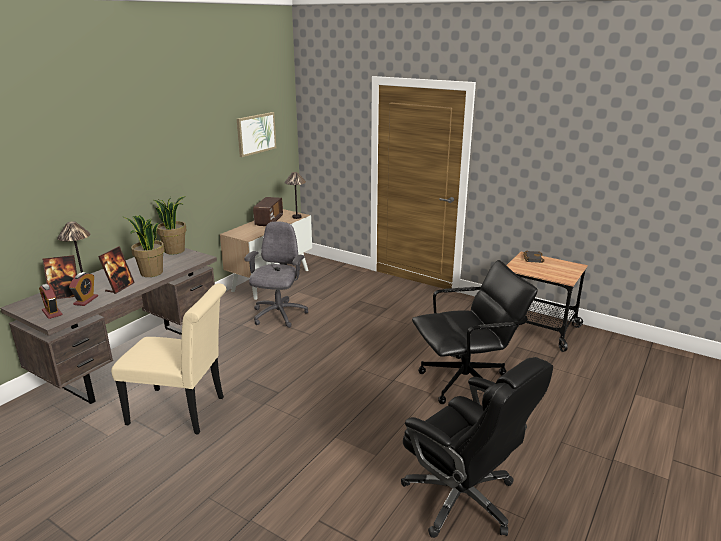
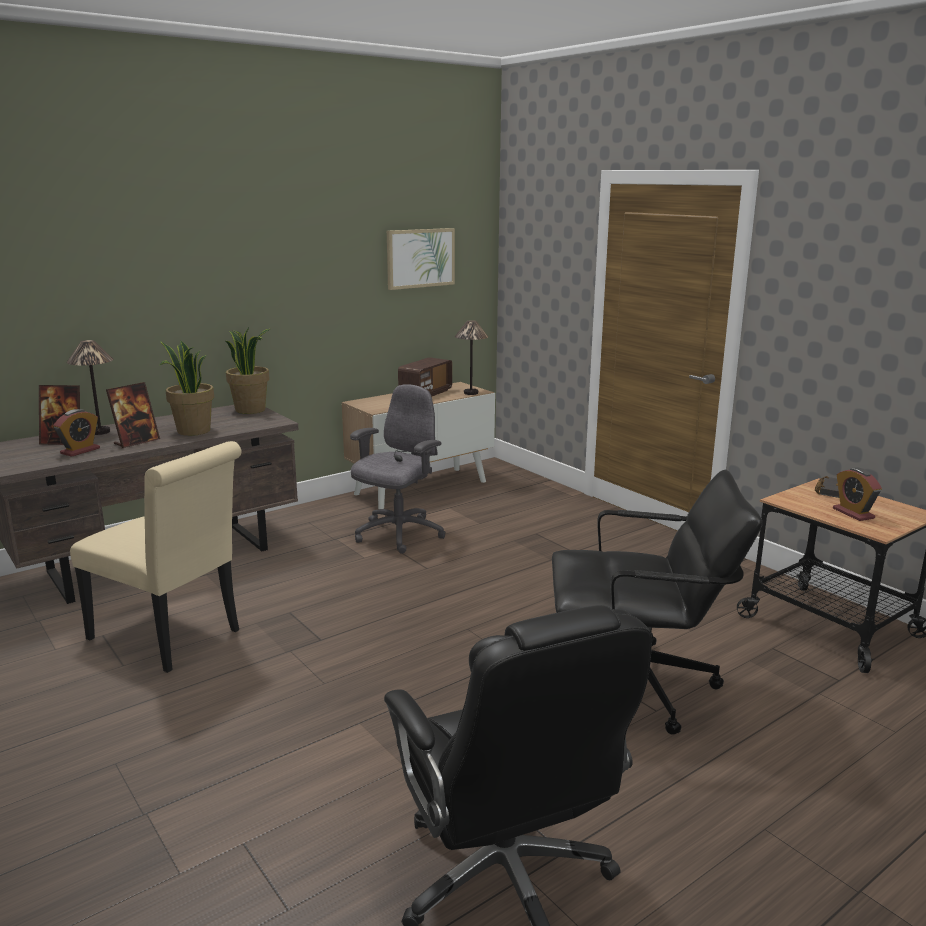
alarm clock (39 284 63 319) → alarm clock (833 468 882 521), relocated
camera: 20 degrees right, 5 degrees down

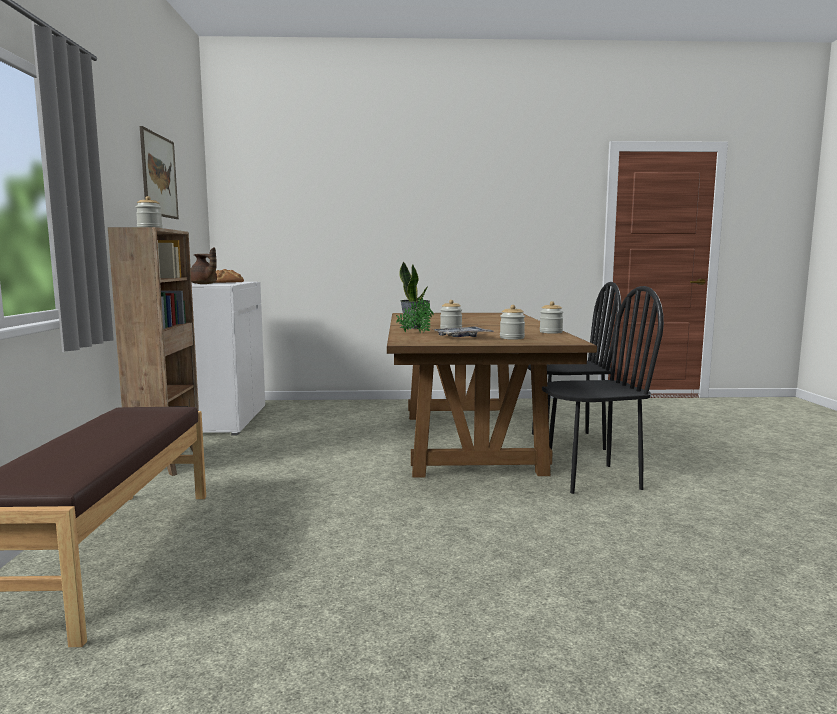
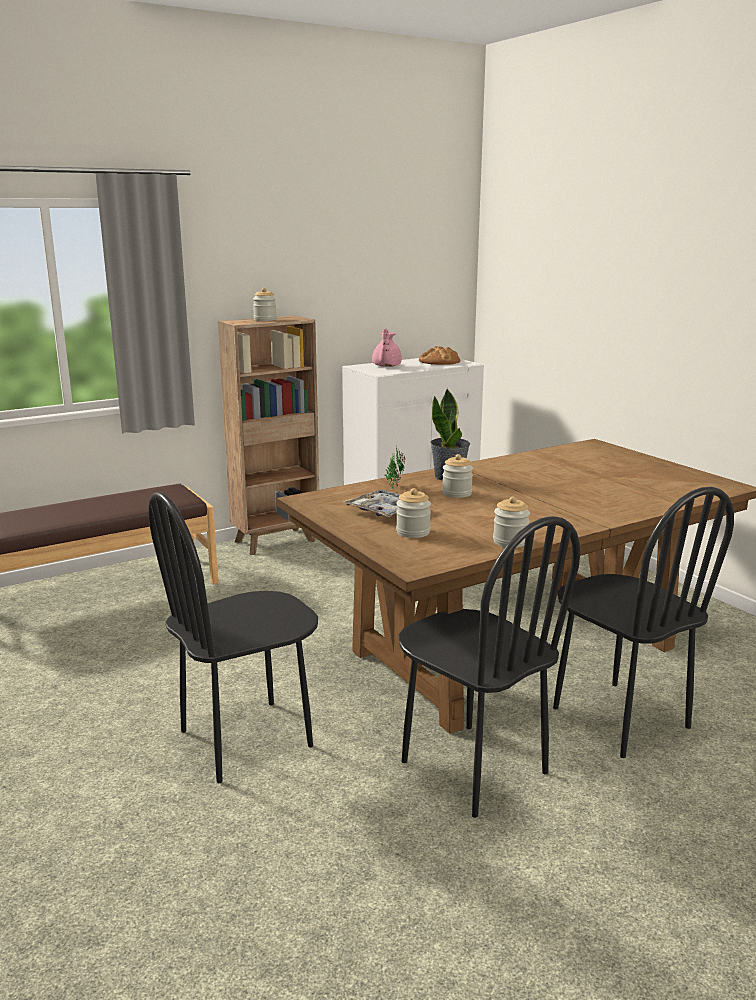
picture (140 126 179 219) → -
teapot/brown (191 247 217 284) → teapot/pink (372 329 402 367)
- → chair/black (148 492 318 783)
camera: 60 degrees right, 10 degrees up

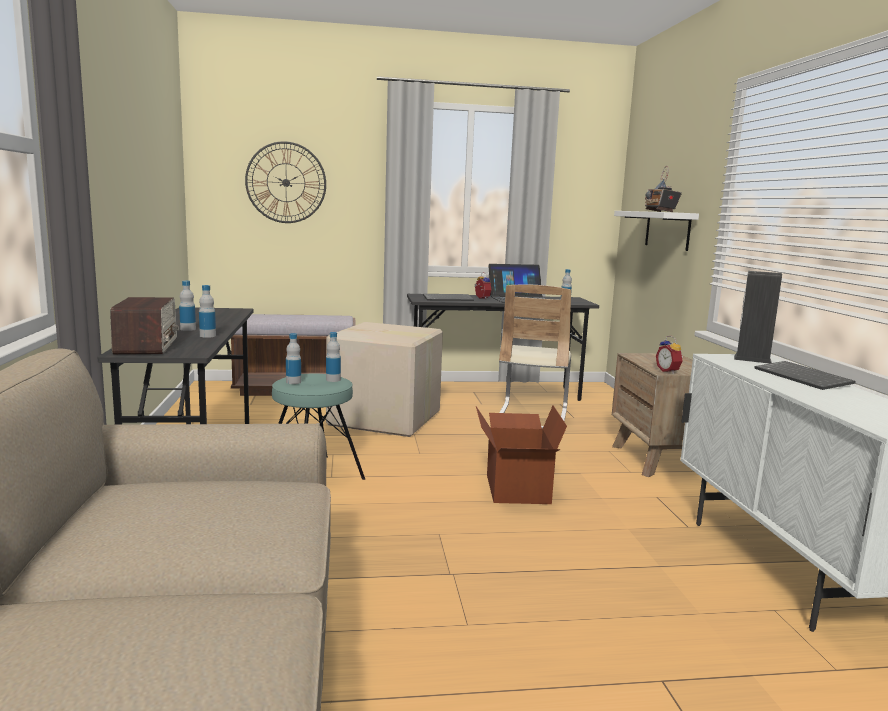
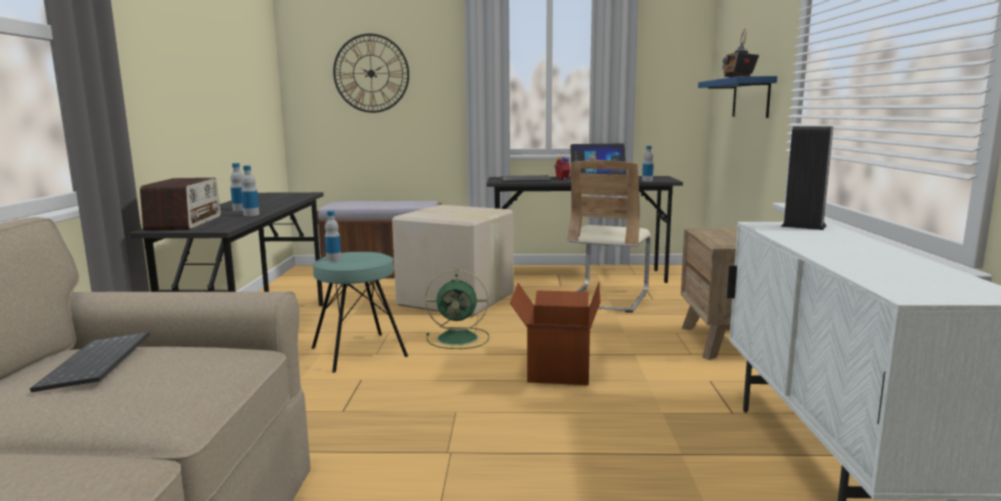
bottle (326 332 341 382) → -
shelf/white (614 211 699 251) → shelf/blue (698 76 777 118)
alarm clock (656 336 683 374) → -
keyboard (754 361 855 390) → keyboard (30 332 150 392), relocated
- → fan/green (425 270 489 349)
camera: 10 degrees right, 0 degrees up

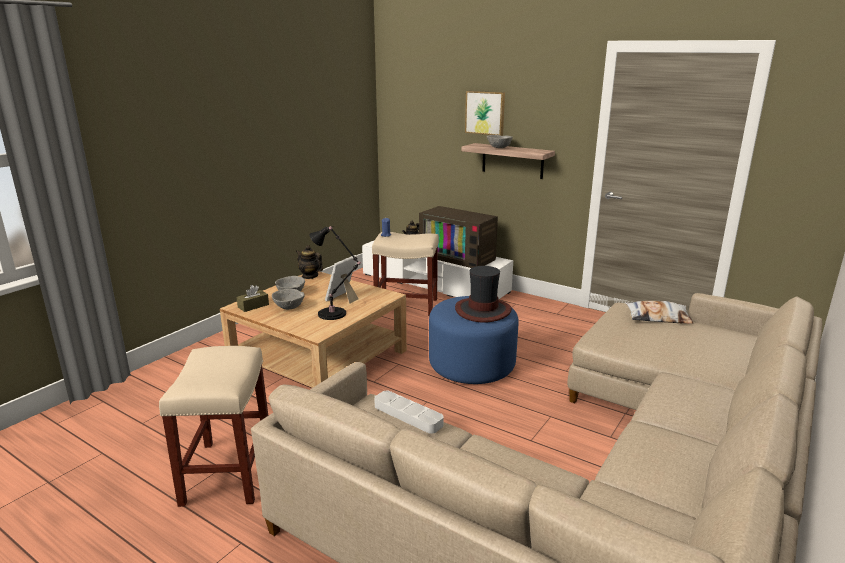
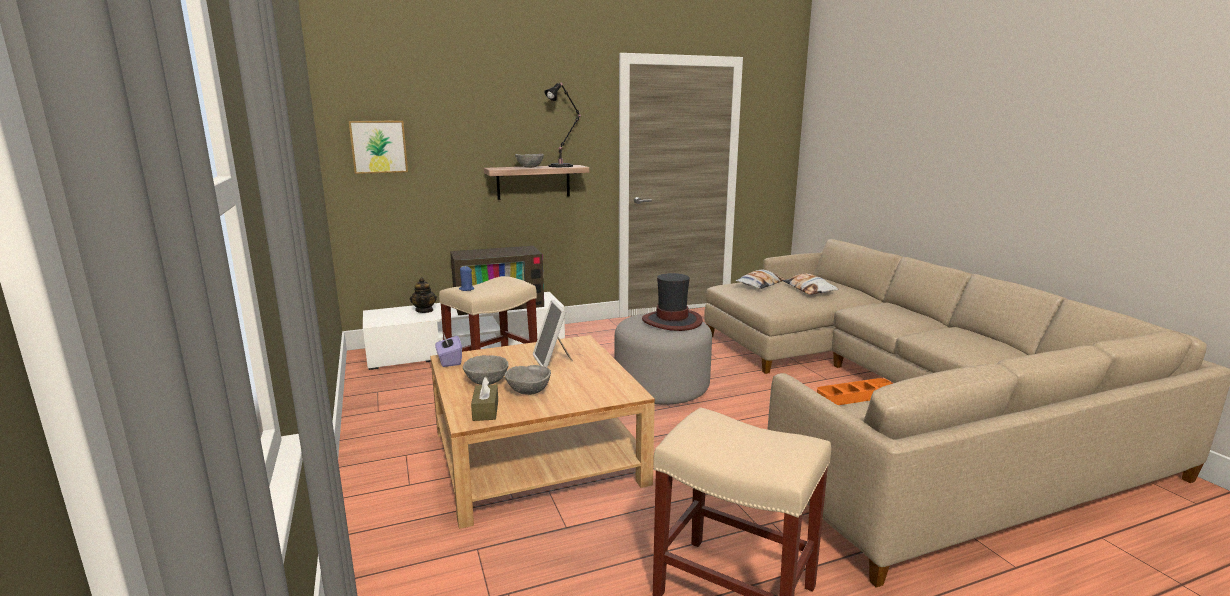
teapot (296 245 323 279) → tissue box/purple (435 332 462 367)
table lamp/black (310 226 362 320) → table lamp/black (544 83 581 167), relocated
tray/grey (374 391 444 434) → tray/orange (817 378 893 405)
ottoman/blue (429 296 519 384) → ottoman/grey (615 313 712 405)
picture (465 91 505 136) → picture (349 121 408 174), relocated
- → pillow (782 273 839 295)
camera: 55 degrees left, 5 degrees down

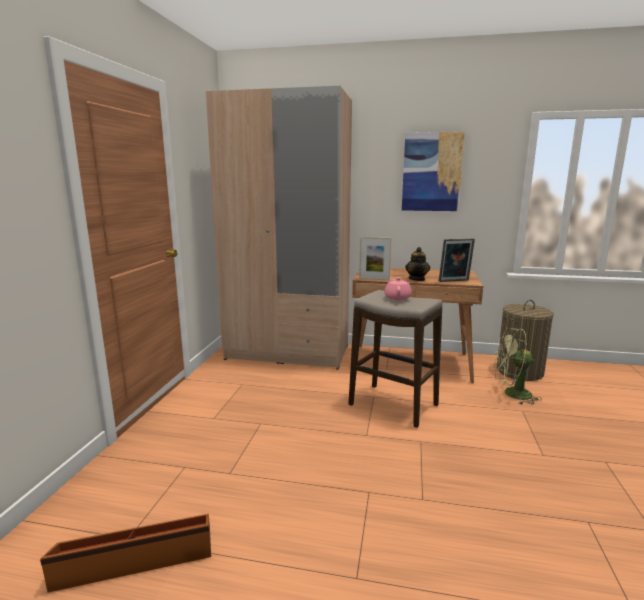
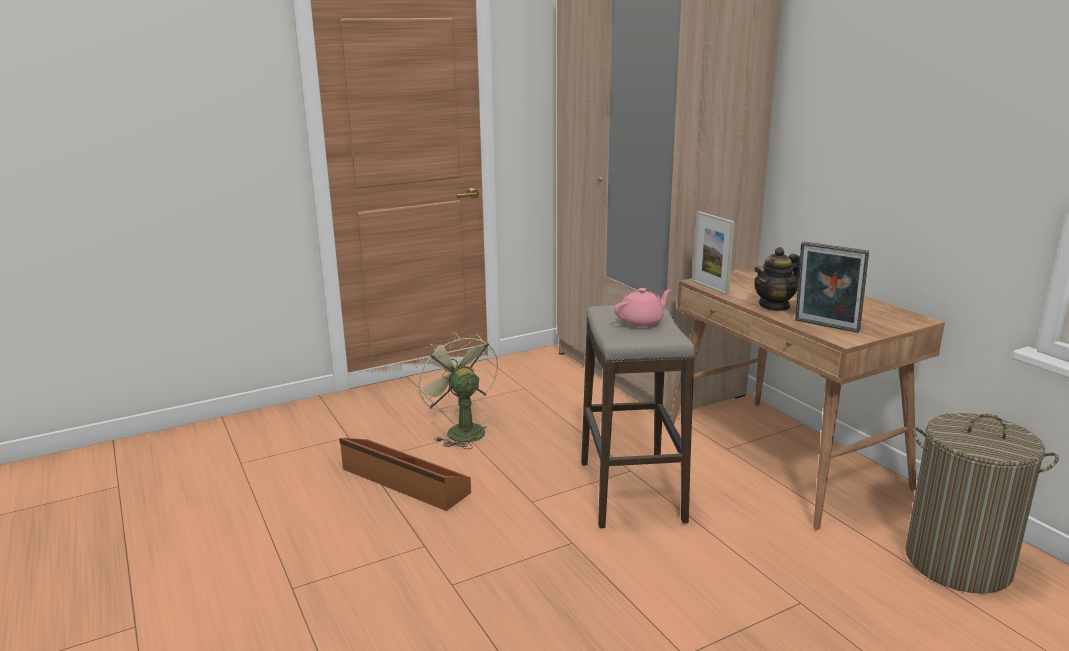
storage box/brown (40 514 211 593) → storage box/brown (339 438 471 511), relocated
picture (402 132 465 211) → -
fan/green (494 328 542 405) → fan/green (416 332 498 449), relocated
camera: 50 degrees right, 5 degrees up

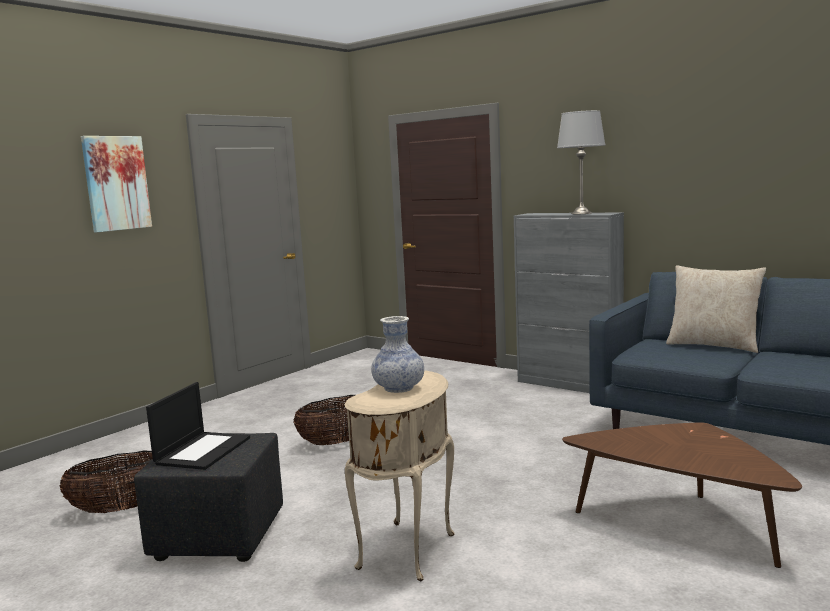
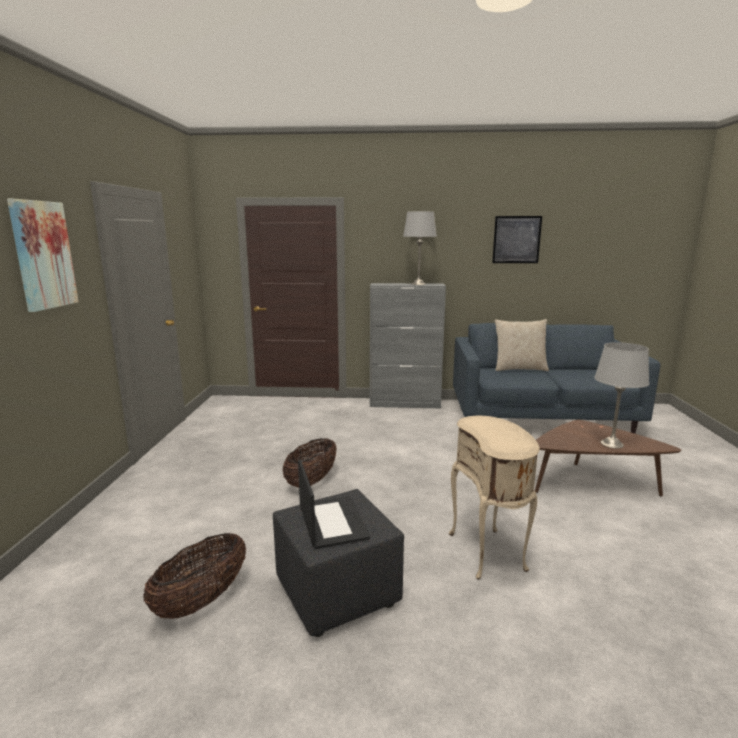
vase (371 316 424 393) → -
- → picture (492 216 542 263)
- → table lamp/grey (594 342 649 449)
camera: 35 degrees left, 5 degrees up

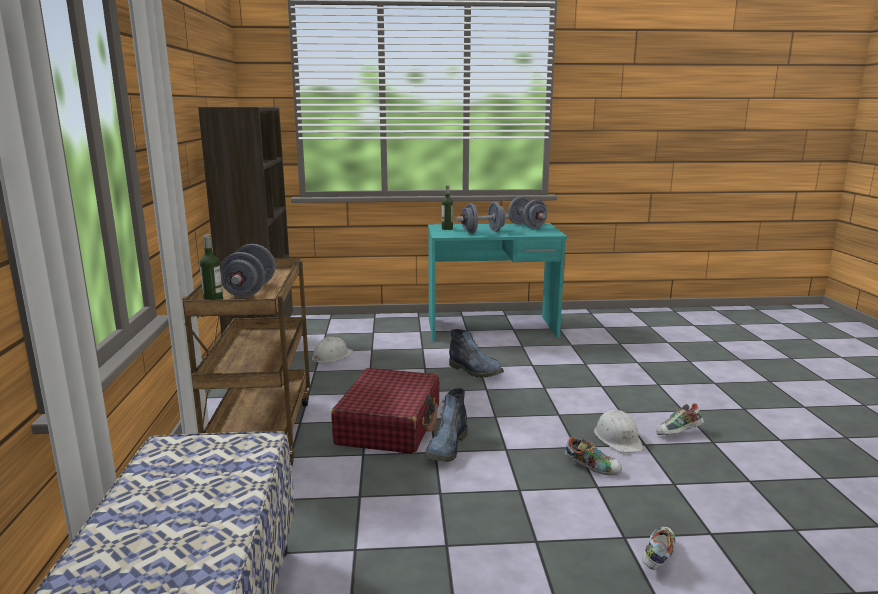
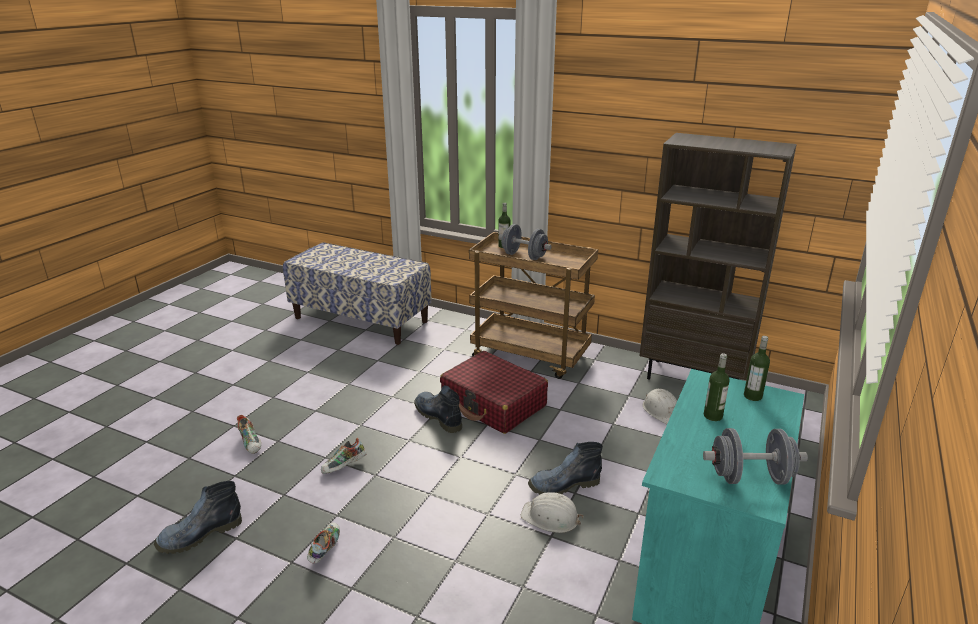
dumbbell/grey (457 202 509 233) → bottle (704 353 730 421)
hard hat/white (594 410 644 453) → hard hat/white (521 492 583 533), relocated
- → boot (154 481 242 554)
camera: 120 degrees right, 10 degrees up

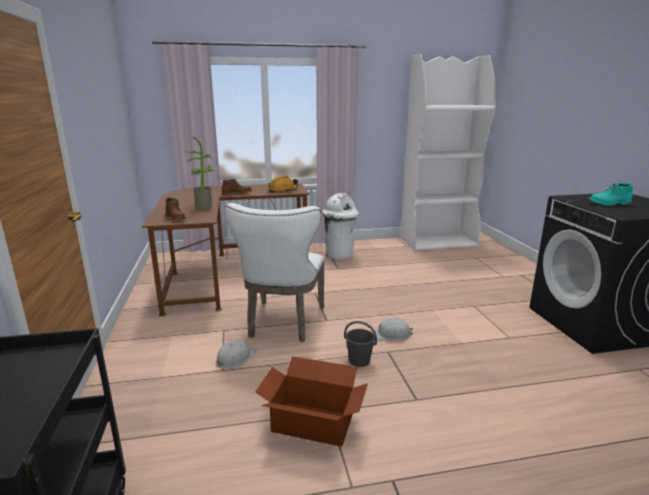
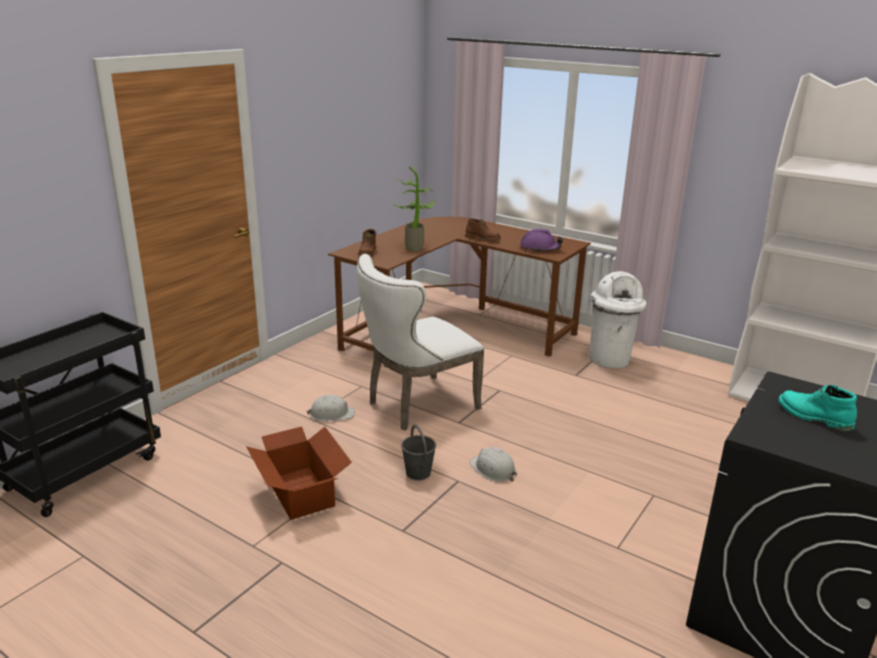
hard hat/orange (269 176 298 193) → hard hat/purple (520 229 563 252)
camera: 45 degrees right, 5 degrees up

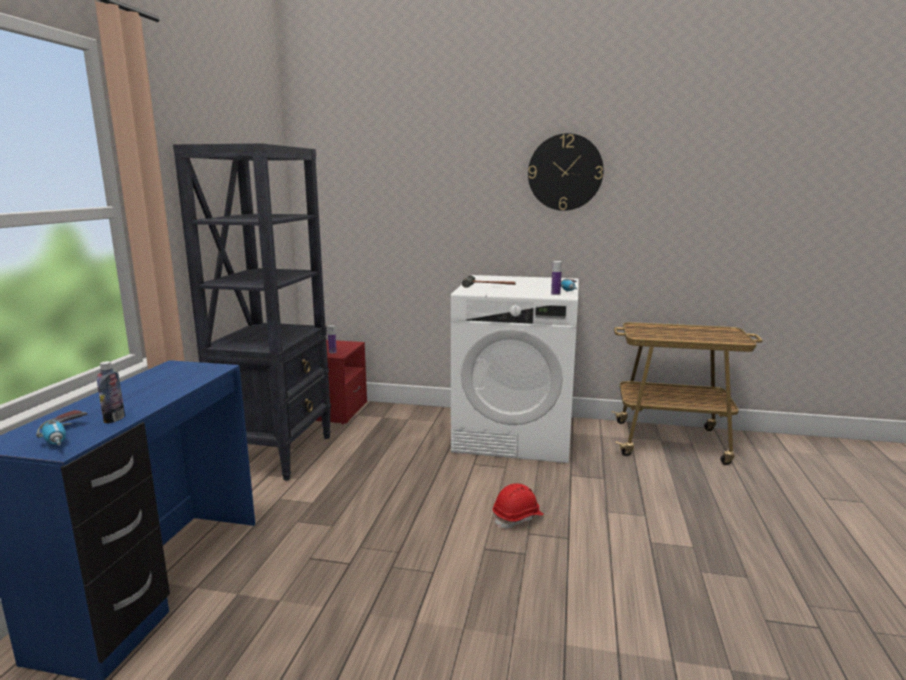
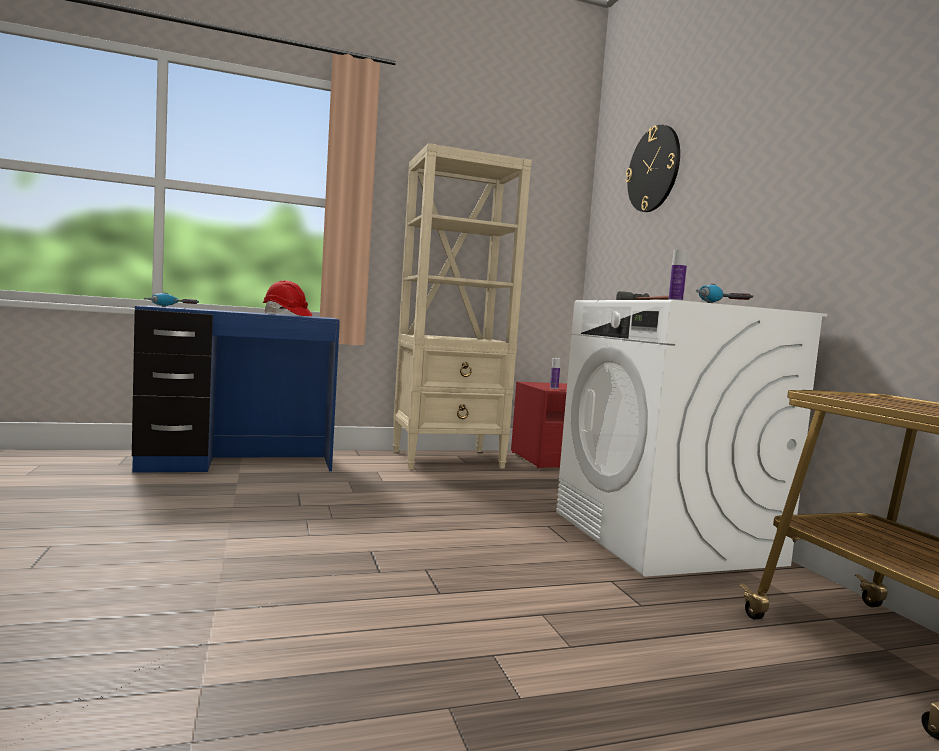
bottle (97 361 125 423) → -
bookcase/black (173 143 331 481) → bookcase/beige (393 143 532 469)
hard hat/red (493 483 544 528) → hard hat/red (263 281 312 316), relocated
wall clock (528 133 604 211) → wall clock (625 125 680 212), relocated
camera: 60 degrees right, 10 degrees down

